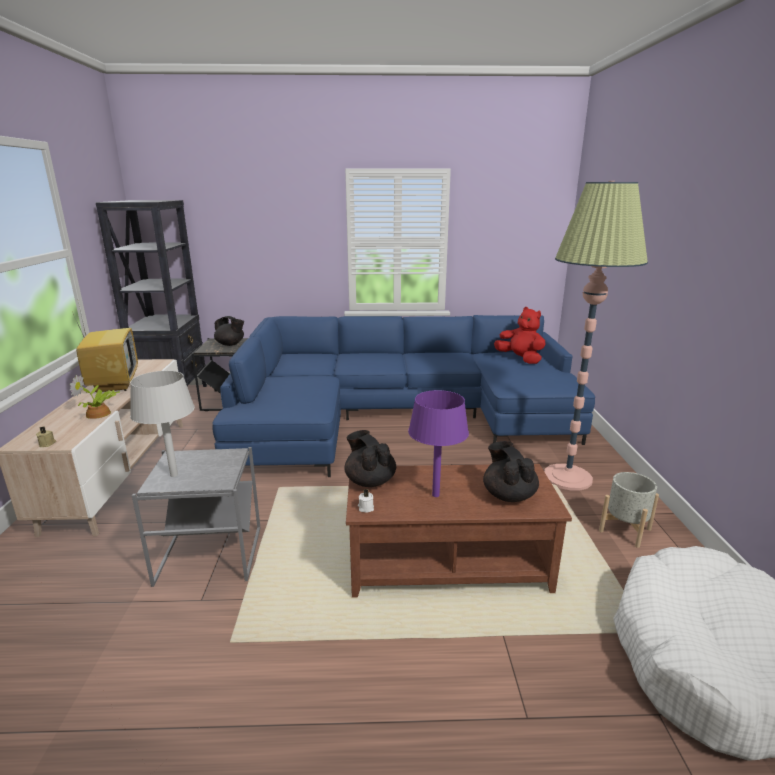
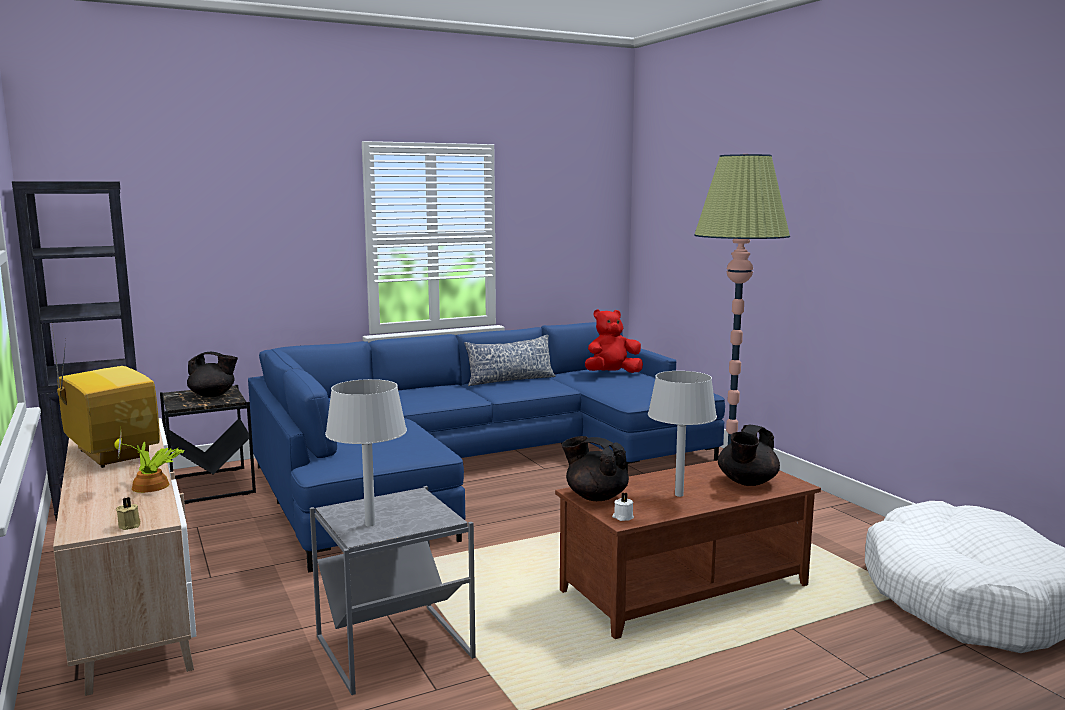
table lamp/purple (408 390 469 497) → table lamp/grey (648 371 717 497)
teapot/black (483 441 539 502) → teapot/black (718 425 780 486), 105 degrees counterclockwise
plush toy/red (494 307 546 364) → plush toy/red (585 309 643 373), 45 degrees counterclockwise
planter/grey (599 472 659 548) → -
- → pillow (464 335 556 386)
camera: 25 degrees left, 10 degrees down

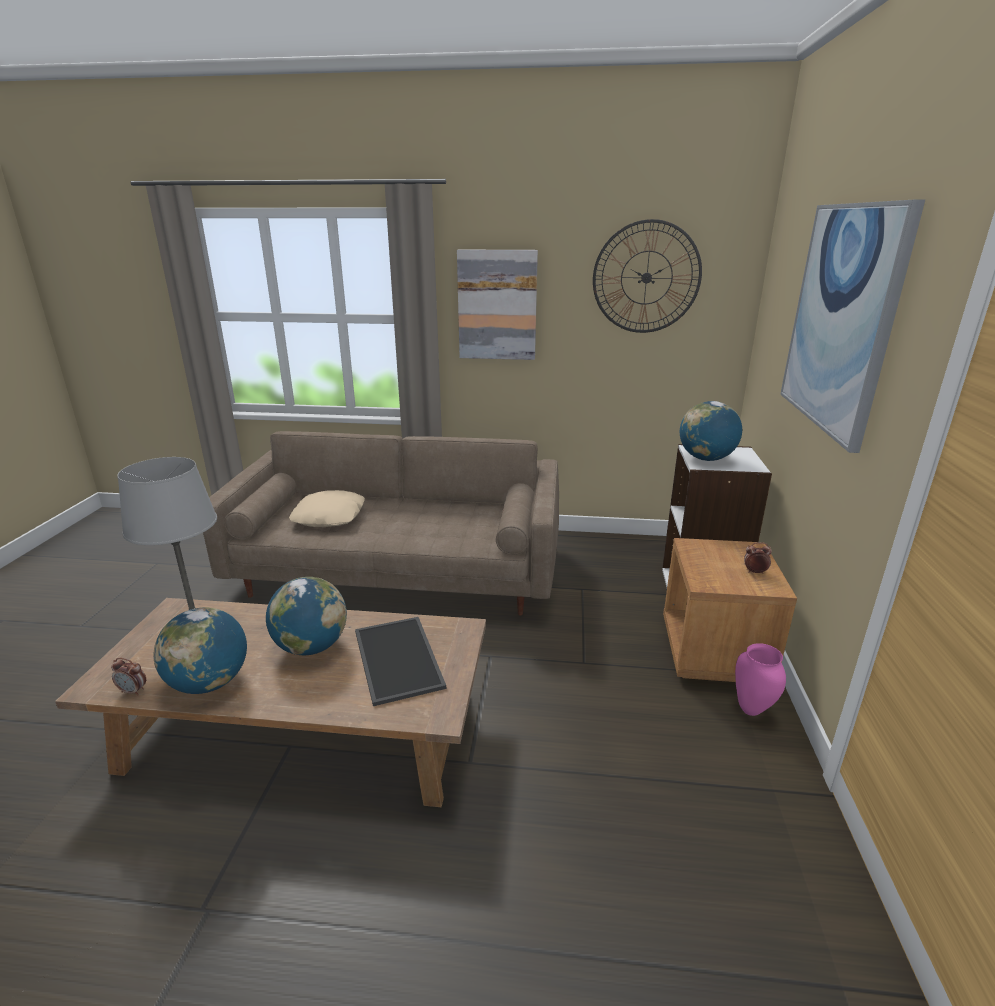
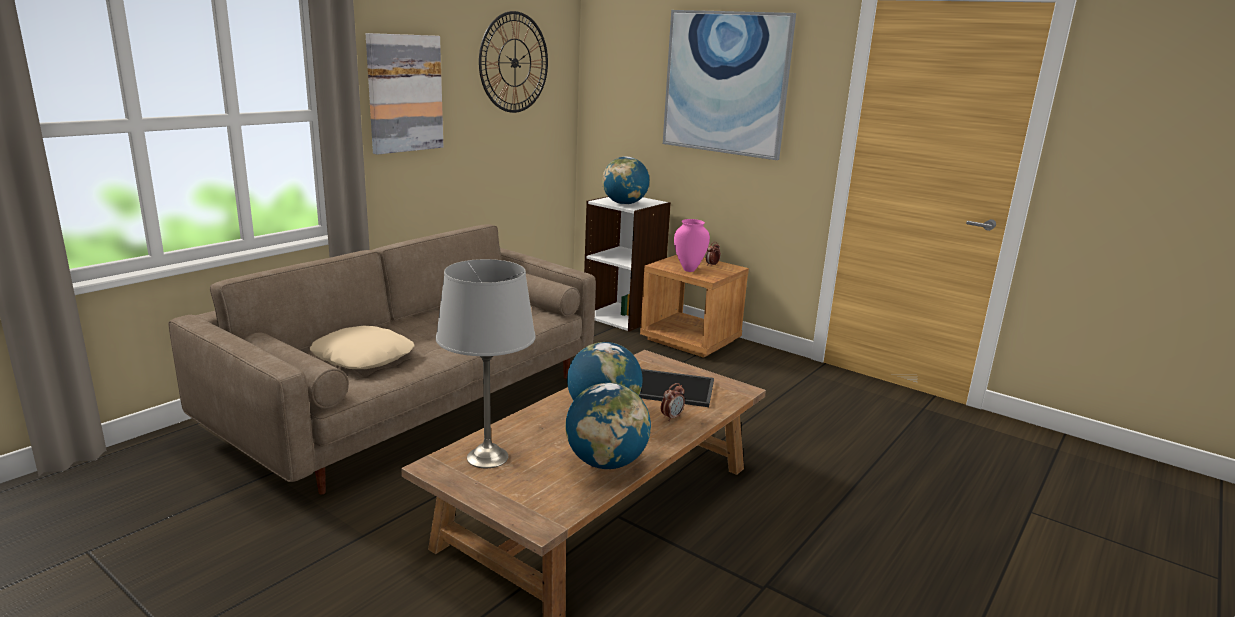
alarm clock (111 658 146 696) → alarm clock (661 383 685 421), relocated
vase/pink (735 643 786 716) → vase/pink (674 219 710 272), relocated
camera: 60 degrees left, 5 degrees down

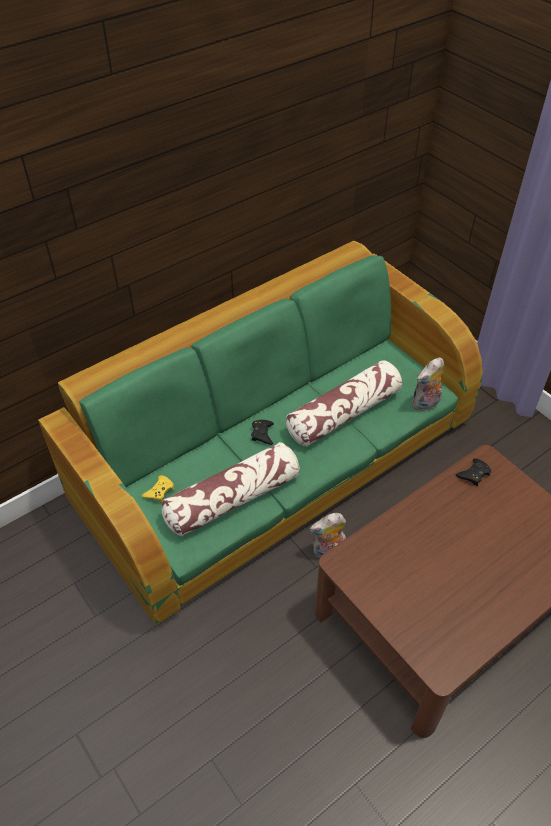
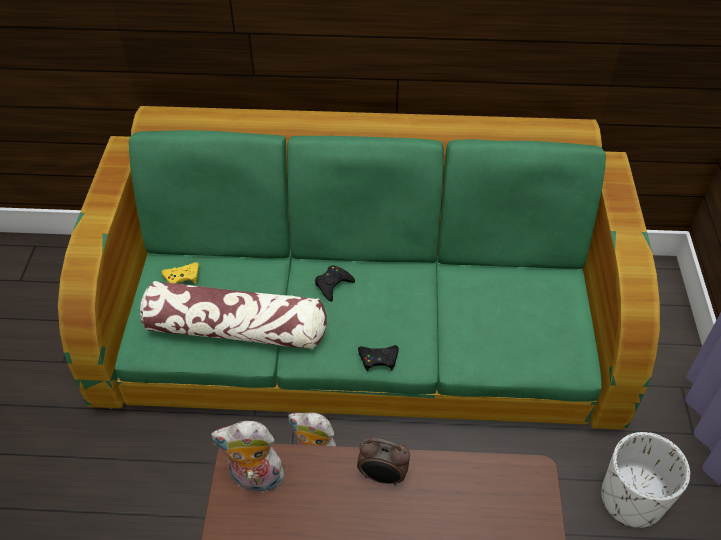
pillow (286 360 402 447) → -
plush toy (412 357 444 411) → plush toy (211 421 284 493), relocated
game controller/black (456 458 491 486) → game controller/black (358 345 399 371), relocated
- → alarm clock (357 437 410 486)
- → planter/white (601 432 690 528)
camera: 40 degrees right, 0 degrees up

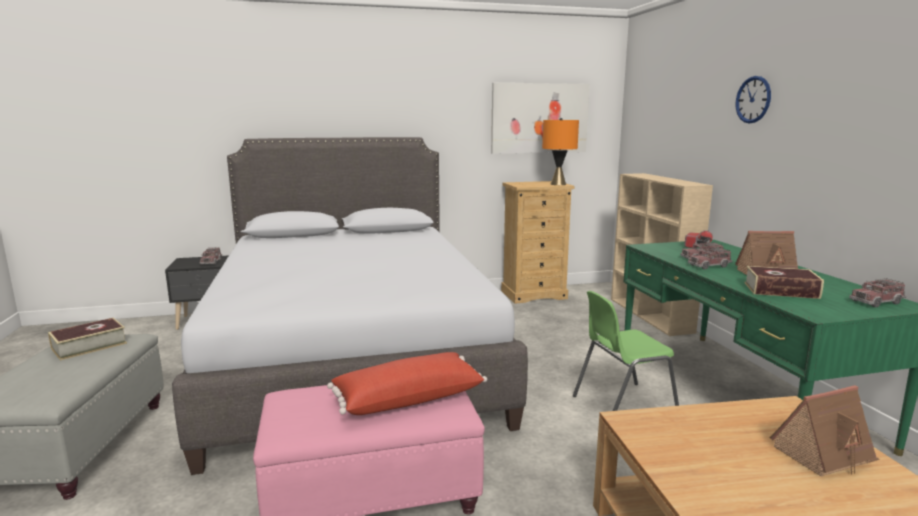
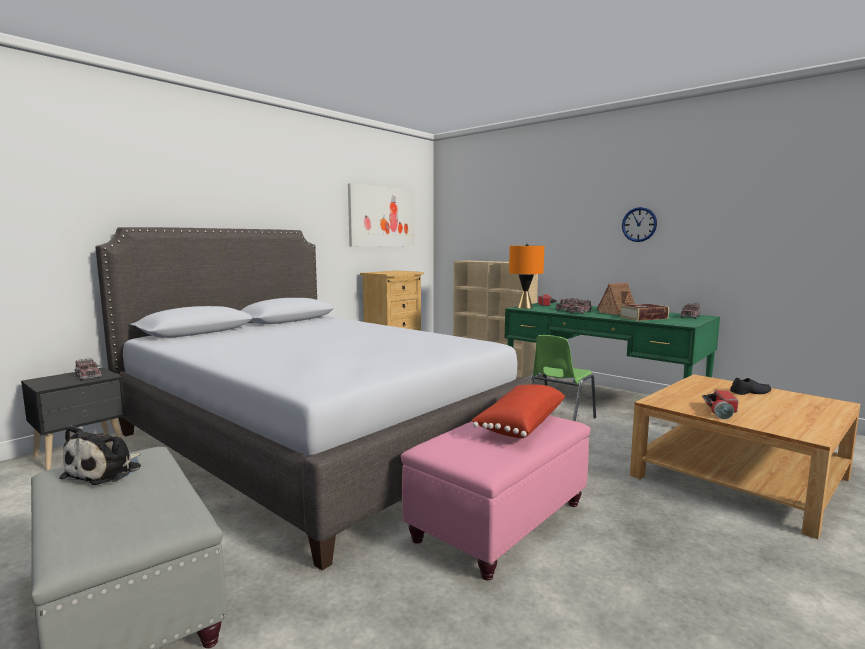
book (48 318 127 361) → plush toy (59 425 141 485)
table lamp/orange (542 118 579 185) → table lamp/orange (509 244 544 309), relocated
wall clock (736 76 771 123) → wall clock (622 207 657 242), relocated
toy house (770 385 880 477) → shoe/black (730 377 771 395)
- → flashlight (702 390 739 419)
camera: 35 degrees left, 5 degrees down

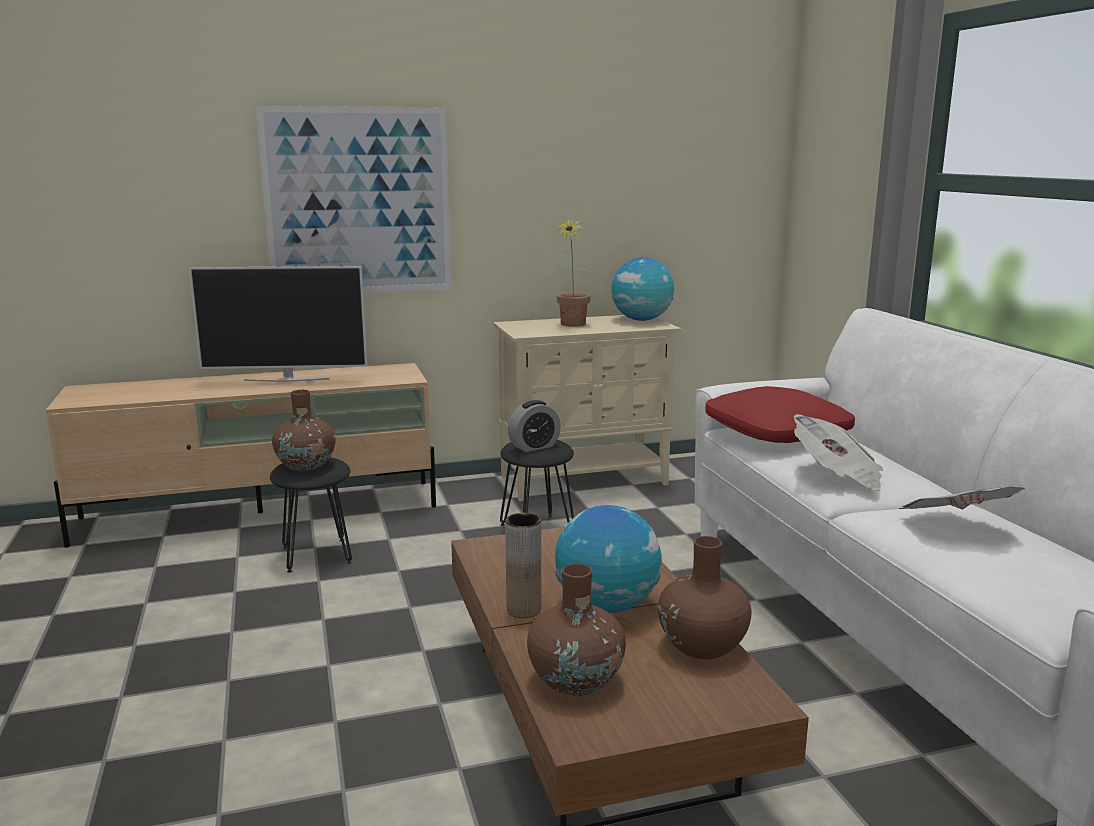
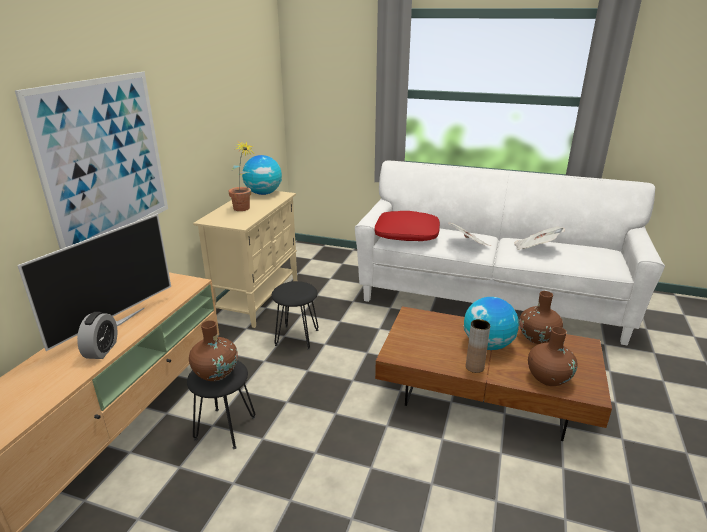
alarm clock (508 400 561 452) → alarm clock (77 312 117 359), relocated
camera: 55 degrees left, 10 degrees up

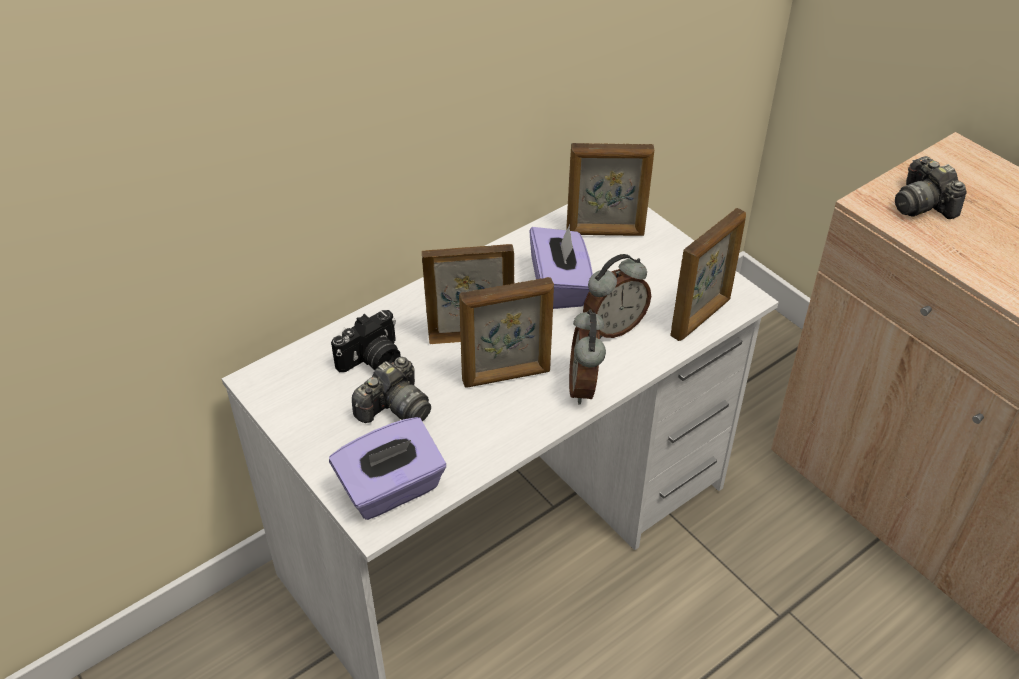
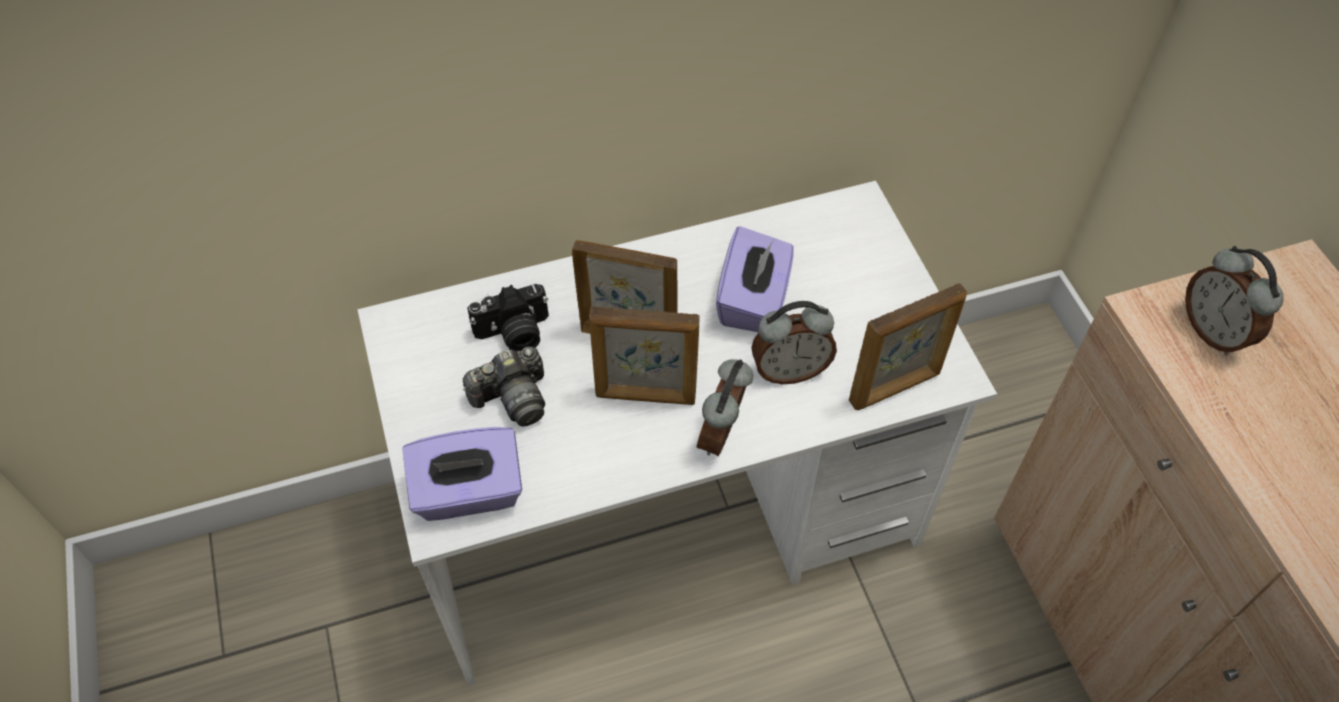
picture frame (566 143 654 236) → -
photo camera (895 156 966 219) → alarm clock (1185 246 1283 355)
camera: 20 degrees right, 10 degrees up

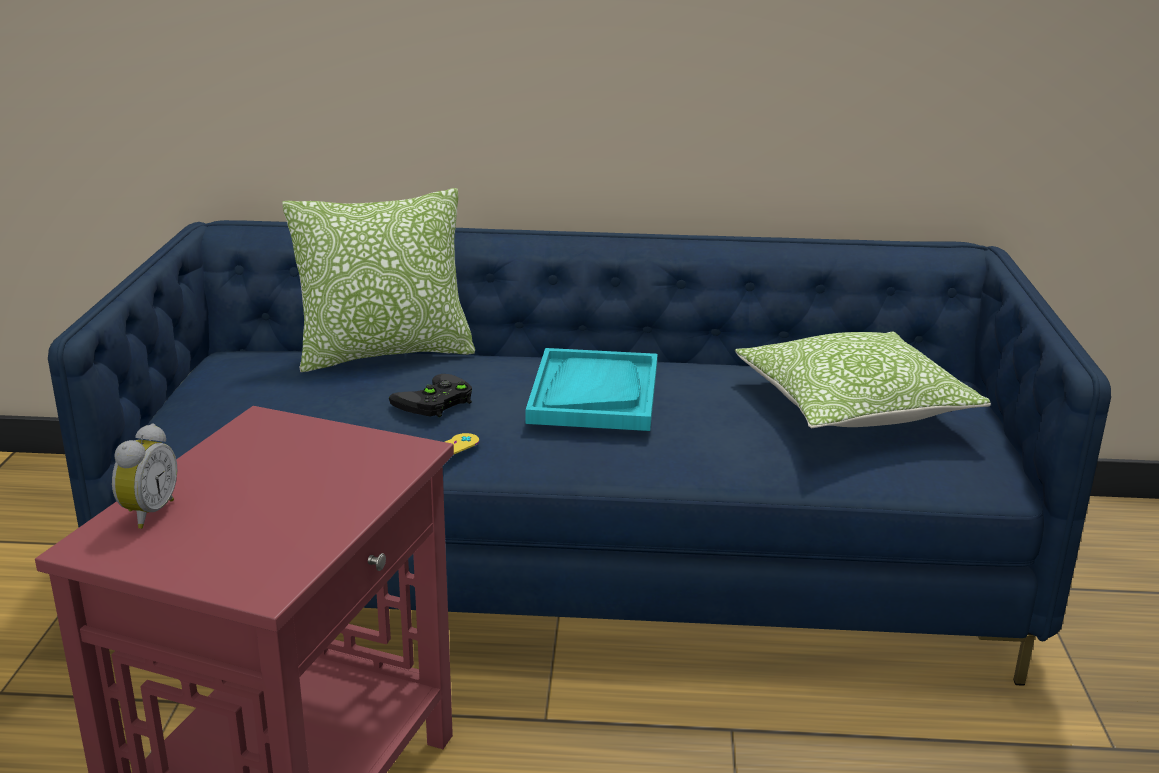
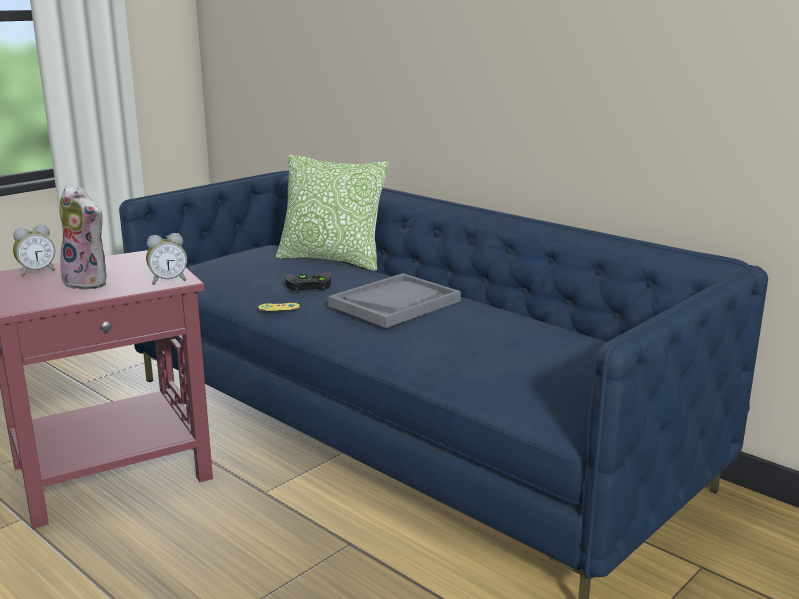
tray/turquoise (526 348 657 431) → tray/grey (328 273 461 328)
pillow (735 332 991 428) → -
- → plush toy (60 184 107 290)
- → alarm clock (146 233 187 285)
camera: 40 degrees right, 5 degrees down

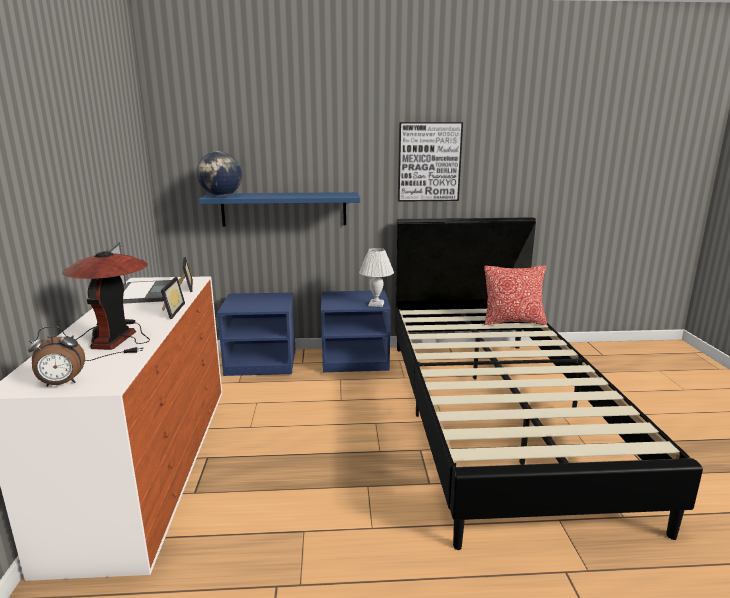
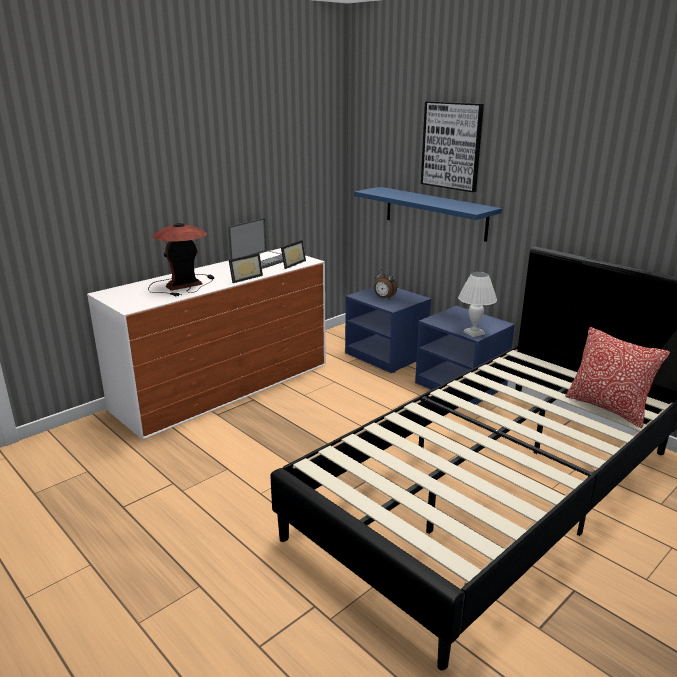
alarm clock (28 326 85 387) → alarm clock (374 269 397 300), relocated
globe (196 151 242 197) → -
picture (398 122 463 202) → picture (421 101 484 192), relocated
camera: 50 degrees right, 5 degrees up

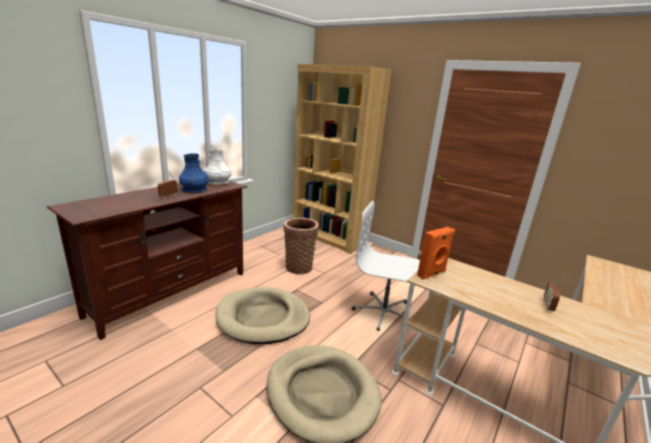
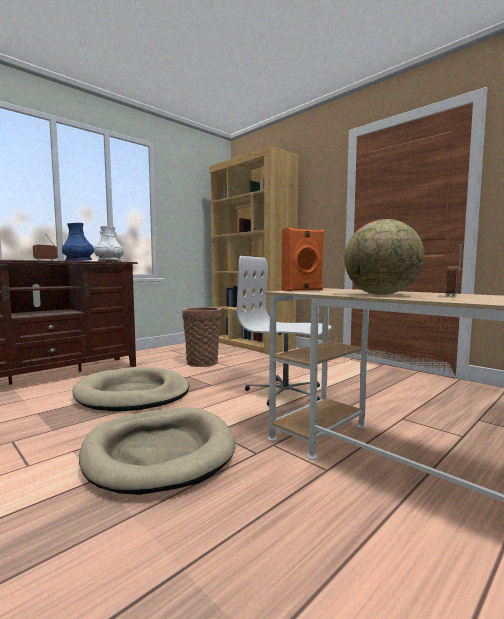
- → globe (344 219 425 295)
camera: 10 degrees right, 15 degrees down

